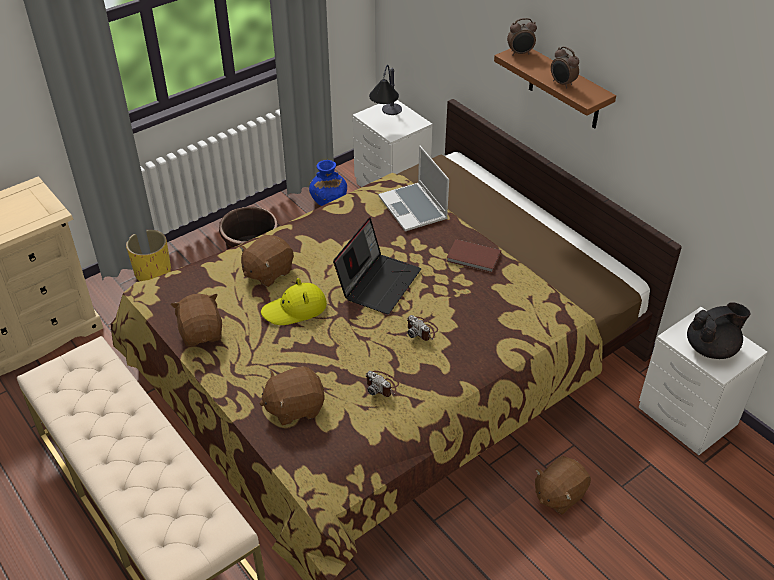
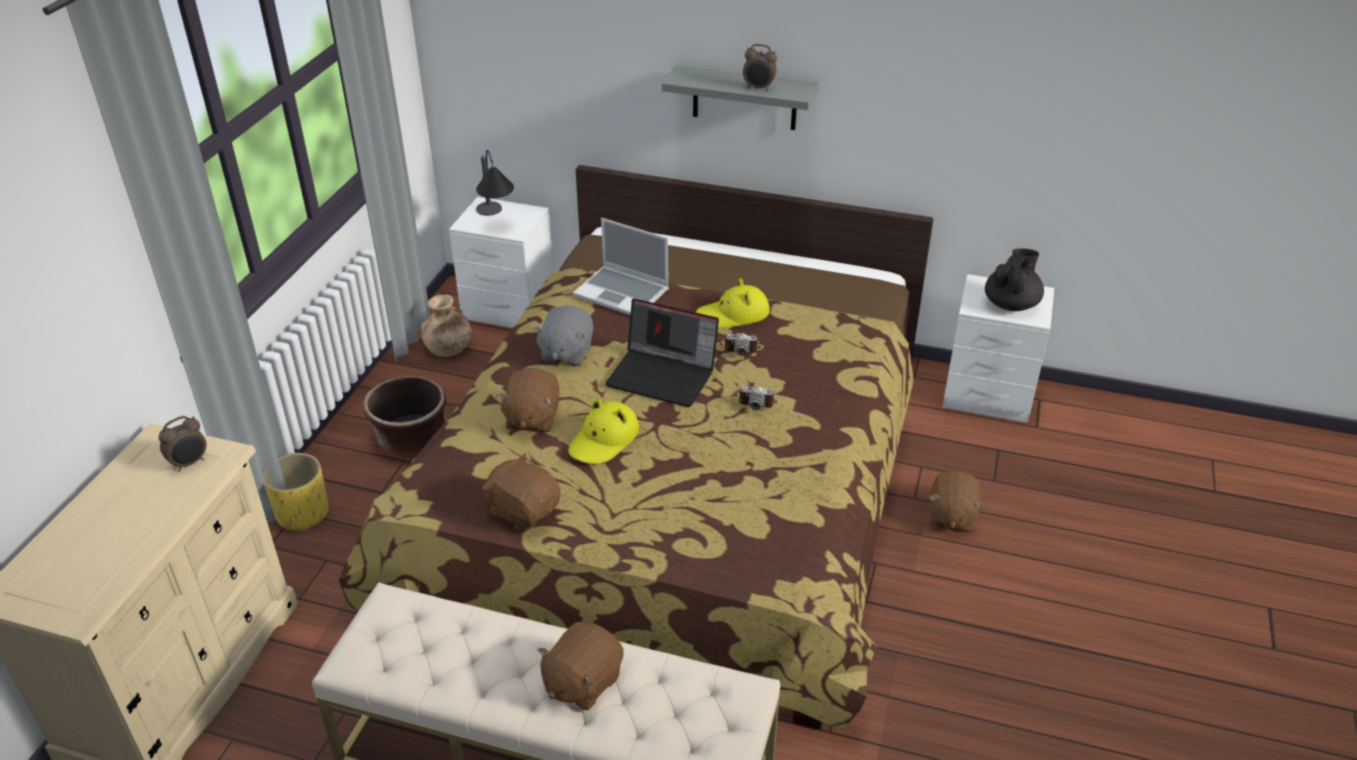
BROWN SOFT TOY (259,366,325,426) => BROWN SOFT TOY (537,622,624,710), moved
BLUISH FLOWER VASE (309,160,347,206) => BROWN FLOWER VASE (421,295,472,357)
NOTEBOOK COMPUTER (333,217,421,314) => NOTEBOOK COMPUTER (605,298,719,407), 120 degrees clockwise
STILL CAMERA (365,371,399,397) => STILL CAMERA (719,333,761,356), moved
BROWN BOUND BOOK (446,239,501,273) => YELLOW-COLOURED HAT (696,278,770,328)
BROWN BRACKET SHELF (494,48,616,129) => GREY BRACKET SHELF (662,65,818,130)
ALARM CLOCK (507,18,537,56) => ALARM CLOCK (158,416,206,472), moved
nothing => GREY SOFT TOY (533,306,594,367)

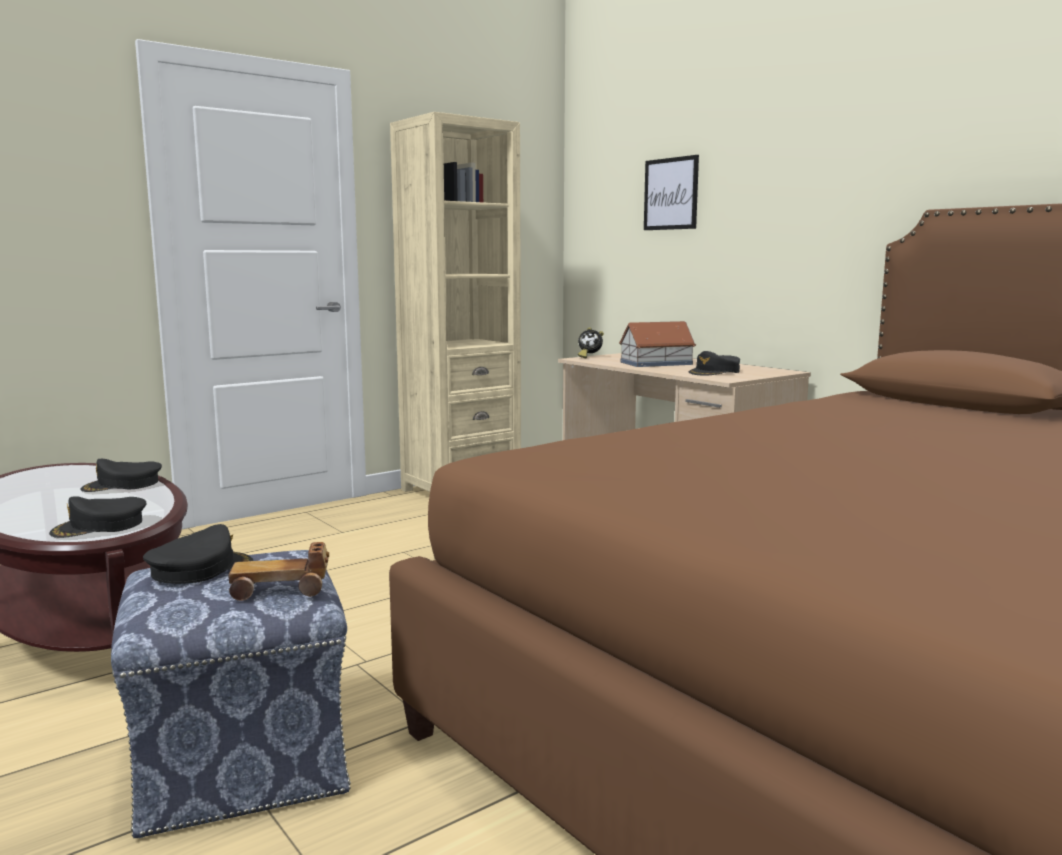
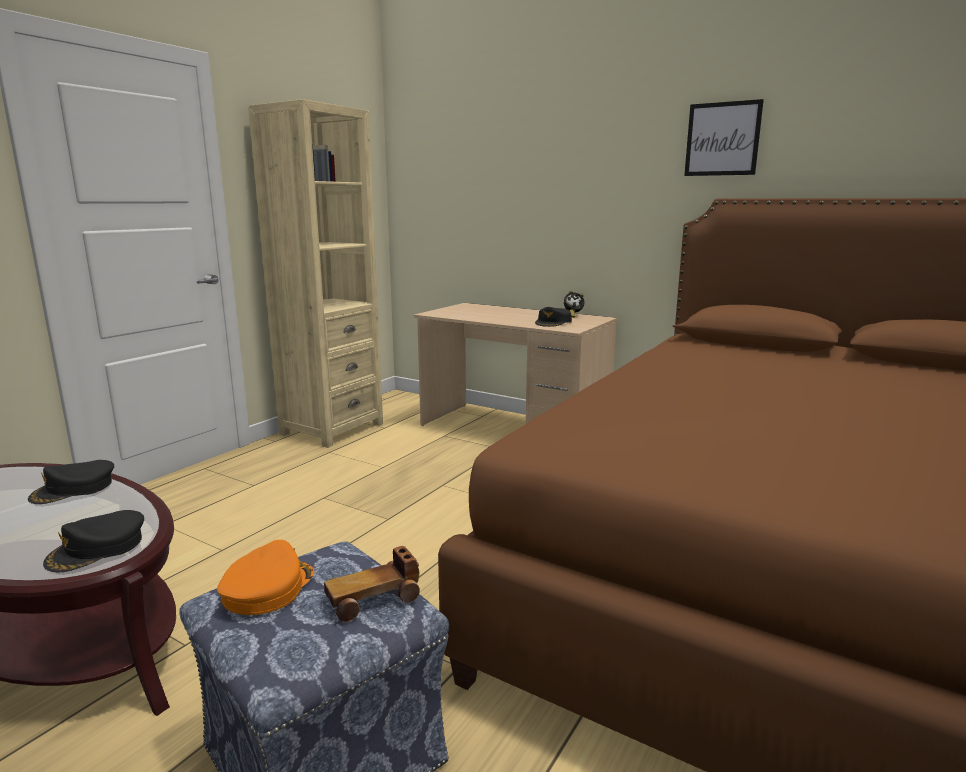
BLACK-COLOURED CAP (143,524,253,584) => ORANGE-COLOURED CAP (217,540,314,615)
ALARM CLOCK (578,327,604,358) => ALARM CLOCK (564,290,584,318), moved
MINIATURE HOUSE (619,321,696,367) => nothing
WALL ART (644,155,699,230) => WALL ART (684,99,764,176), moved

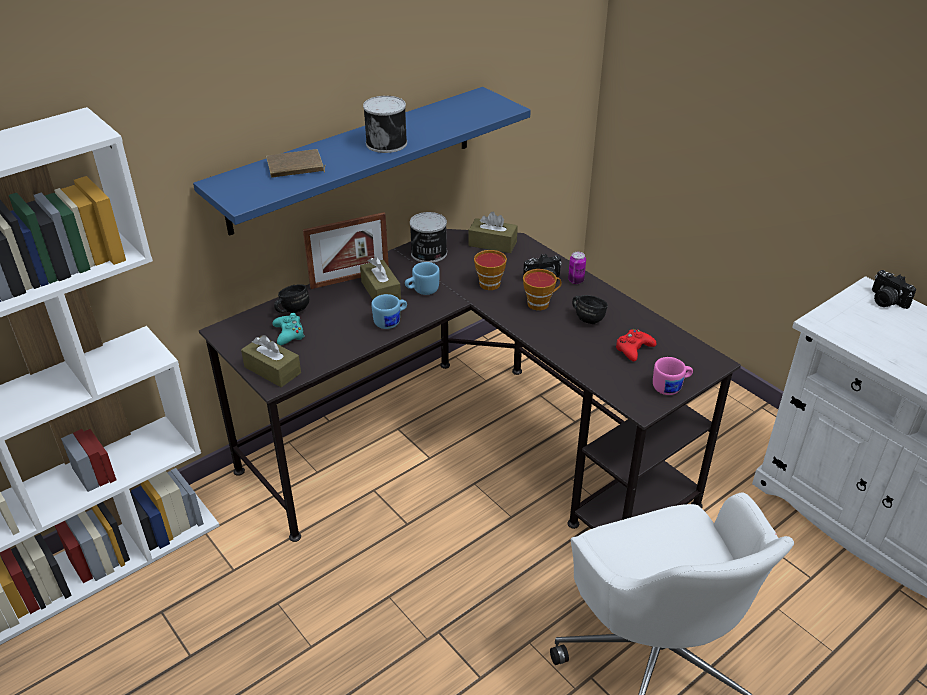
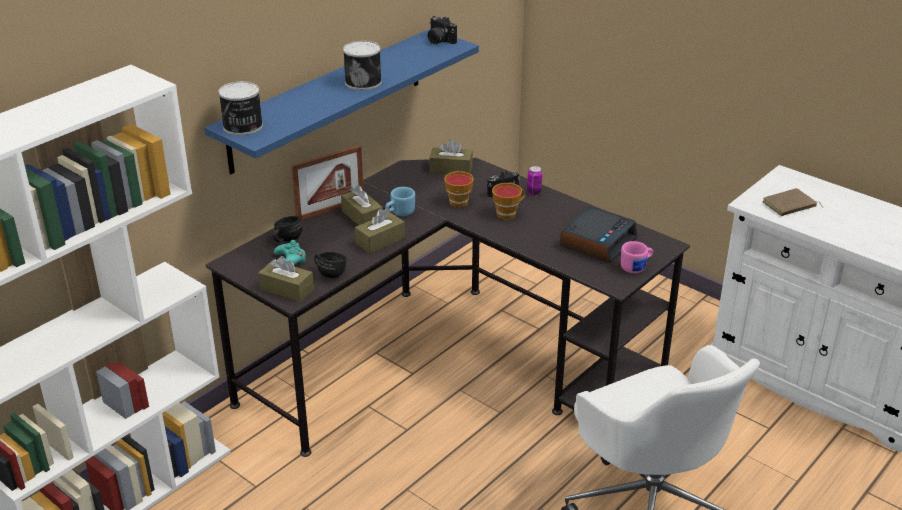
BROWN BOUND BOOK (266,149,326,178) => BROWN BOUND BOOK (762,188,823,216), moved
BLUISH MUG (371,294,407,329) => BROWN TISSUE BOX (355,208,405,253)
METAL CAN (410,212,447,263) => METAL CAN (218,81,263,135), moved
BLACK-COLOURED MUG (572,295,608,324) => BLACK-COLOURED MUG (314,252,347,278), moved
RED-COLOURED JOYPAD (616,329,656,361) => ALARM CLOCK (560,206,637,263)
STILL CAMERA (872,270,916,309) => STILL CAMERA (428,16,457,44), moved

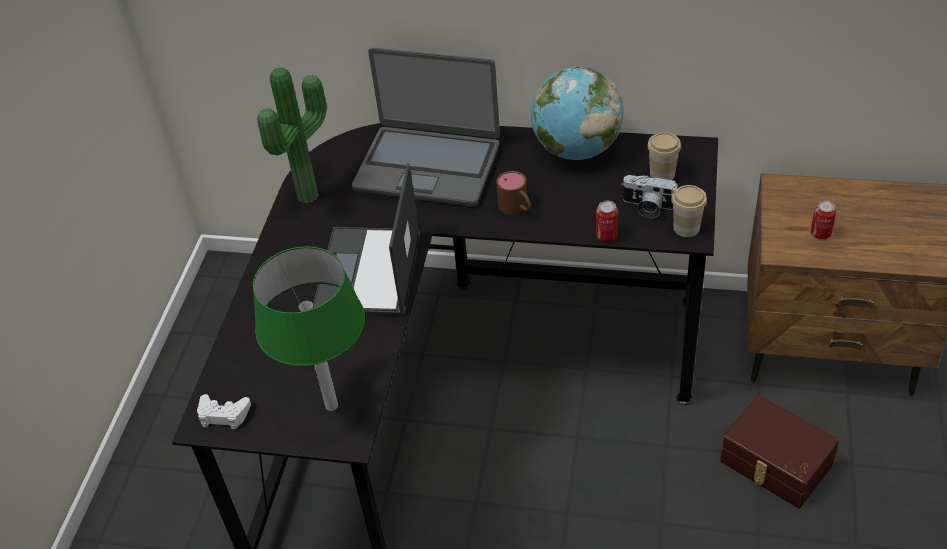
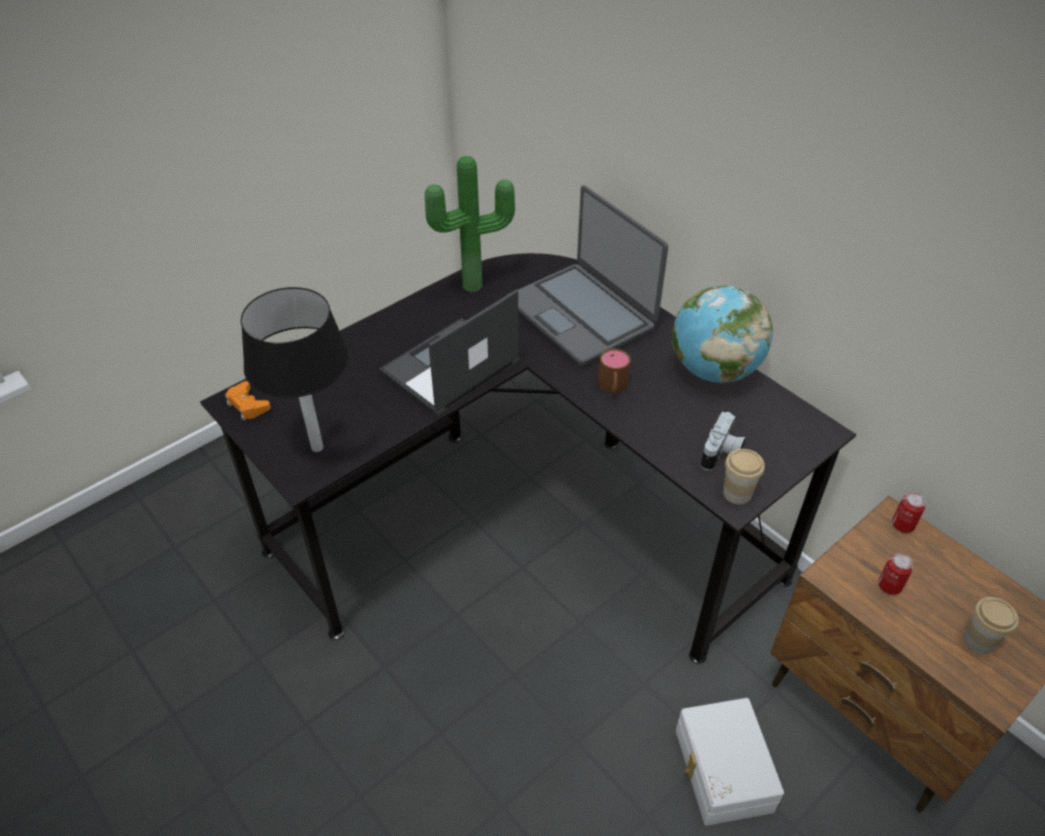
WHITE-COLOURED JOYPAD (197,394,251,430) => ORANGE-COLOURED JOYPAD (225,381,271,421)
GREEN TABLETOP LAMP (253,246,365,411) => BLACK-COLOURED TABLETOP LAMP (241,287,349,452)
METAL CAN (596,201,618,241) => METAL CAN (892,492,926,533), moved
STILL CAMERA (621,175,677,218) => STILL CAMERA (701,412,746,471), 120 degrees counterclockwise
DRINKING CUP (647,132,681,180) => DRINKING CUP (963,597,1019,654), moved
BROWN STORAGE BIN (720,395,839,508) => WHITE-COLOURED STORAGE BIN (676,698,784,826)

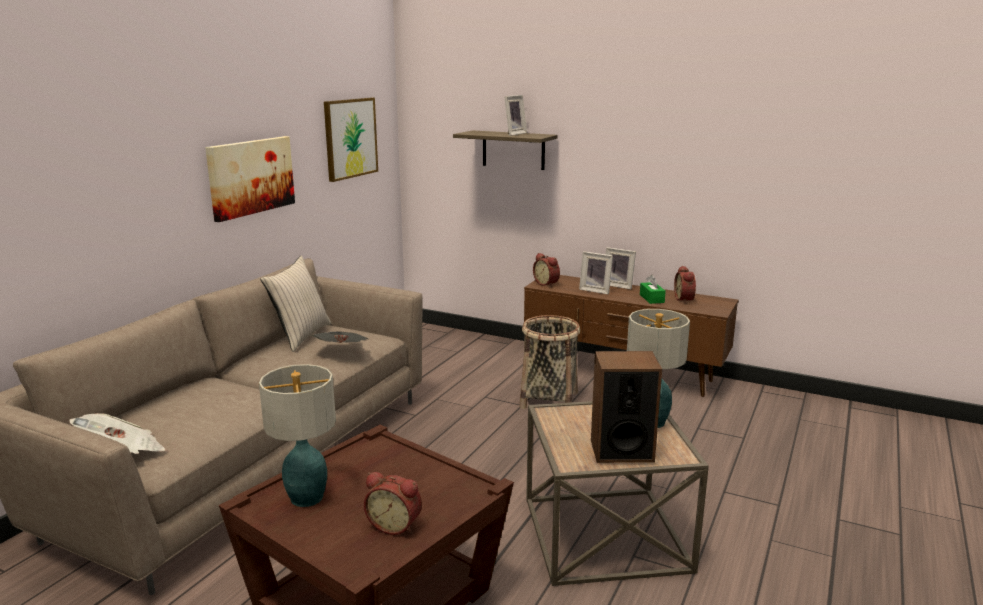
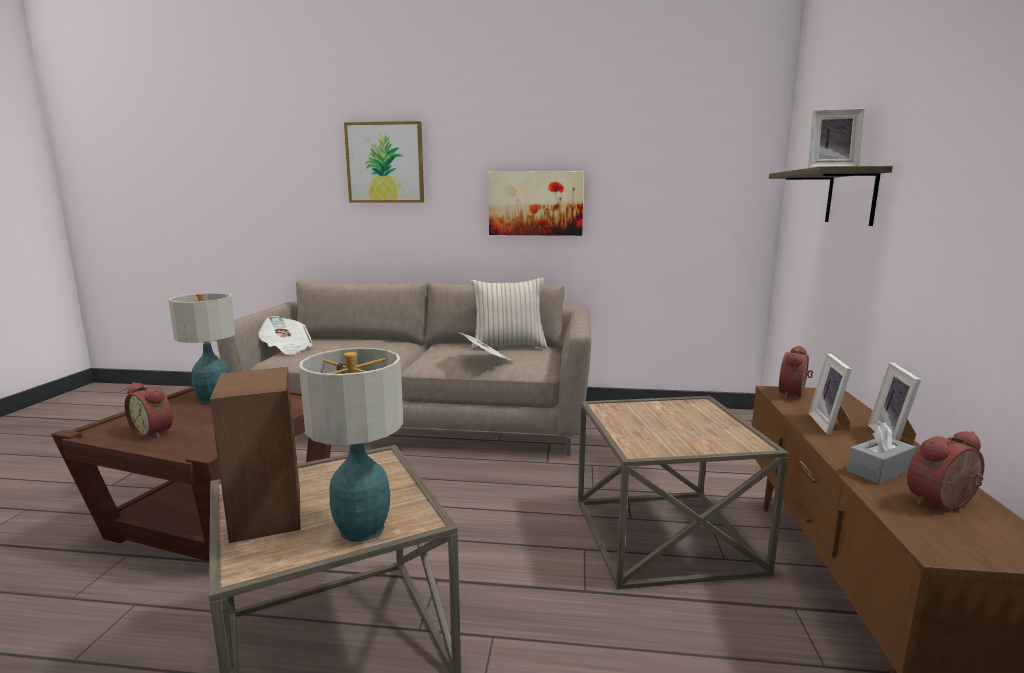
WALL ART (324,98,378,182) => WALL ART (344,121,424,202), moved
ALARM CLOCK (364,472,422,535) => ALARM CLOCK (125,382,173,438), 60 degrees counterclockwise
BASKET (519,315,580,409) => BROWN END TABLE (578,396,788,589)
GREEN TISSUE BOX (640,275,666,304) => GREY TISSUE BOX (847,422,916,484)

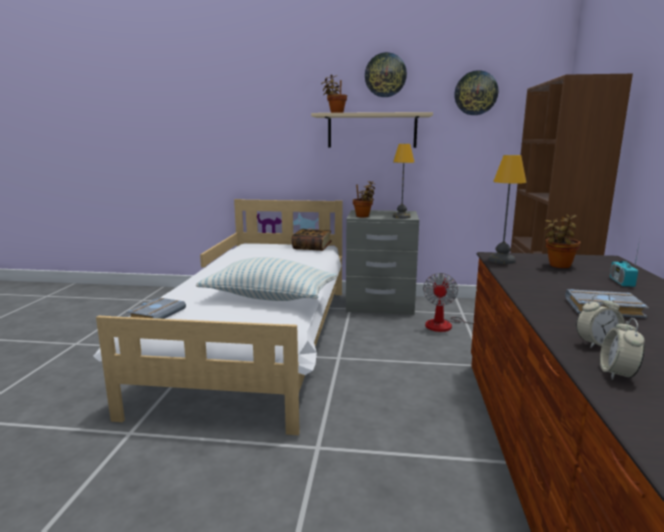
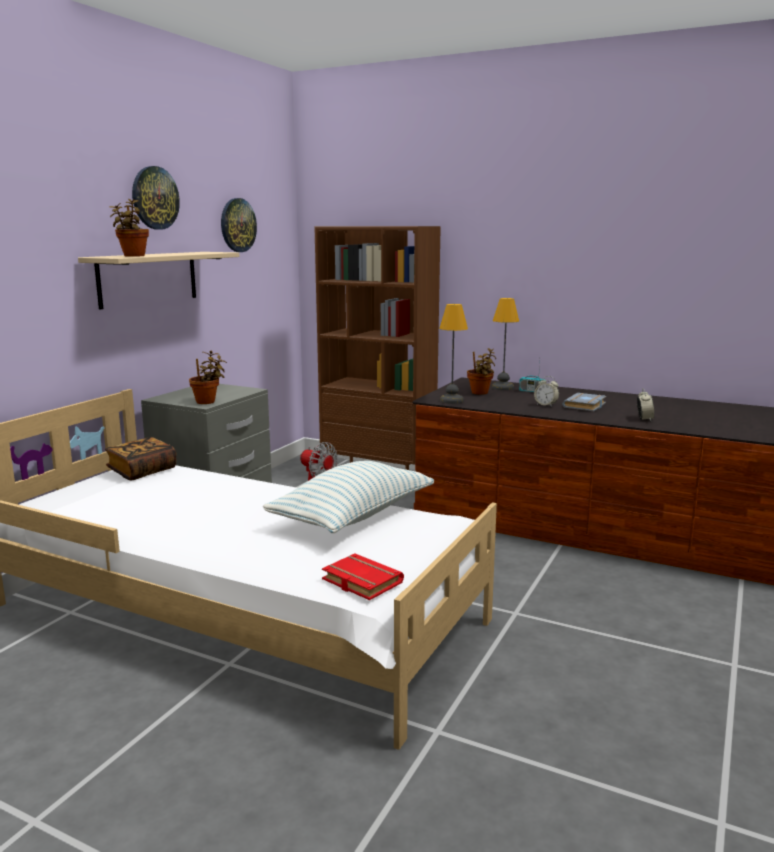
GREY BOUND BOOK (126,297,186,319) => RED-COLOURED BOUND BOOK (322,553,404,600)
TABLETOP LAMP (393,144,414,219) => TABLETOP LAMP (492,298,519,390), moved
ALARM CLOCK (600,318,645,380) => ALARM CLOCK (534,376,559,407), moved

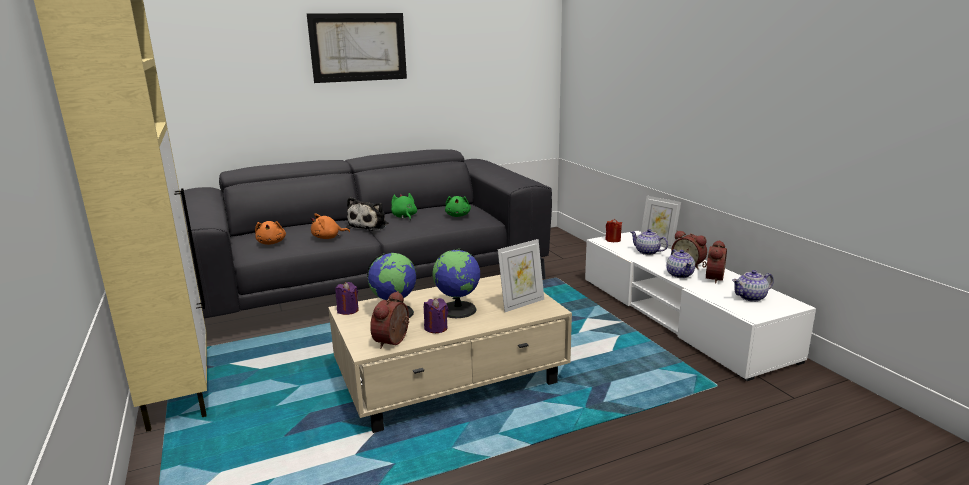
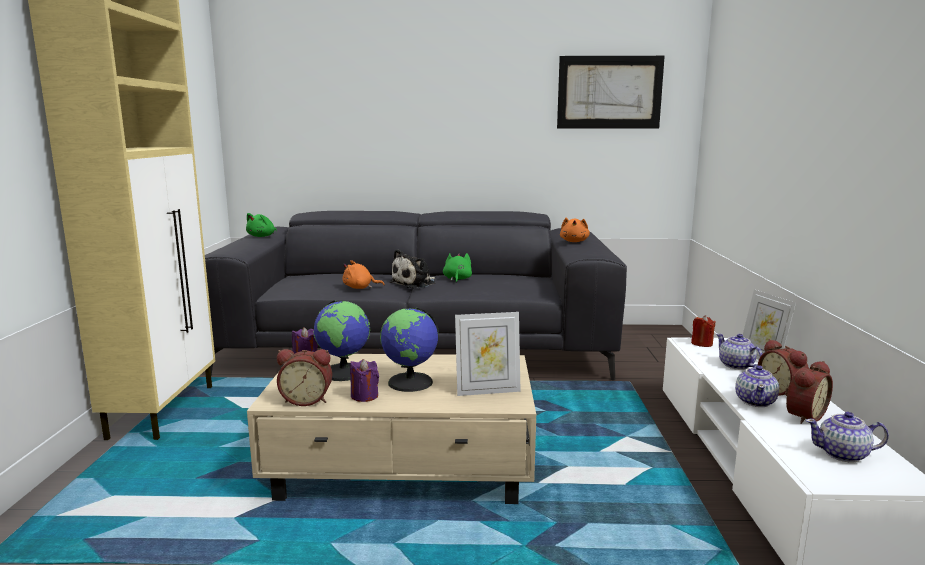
ORANGE-COLOURED SOFT TOY (255,221,286,245) => ORANGE-COLOURED SOFT TOY (560,217,590,242), moved
WALL ART (307,13,407,83) => WALL ART (557,56,665,128), moved
ALARM CLOCK (370,291,409,349) => ALARM CLOCK (277,349,332,406), 135 degrees counterclockwise
GREEN SOFT TOY (445,196,471,217) => GREEN SOFT TOY (246,213,277,237), moved

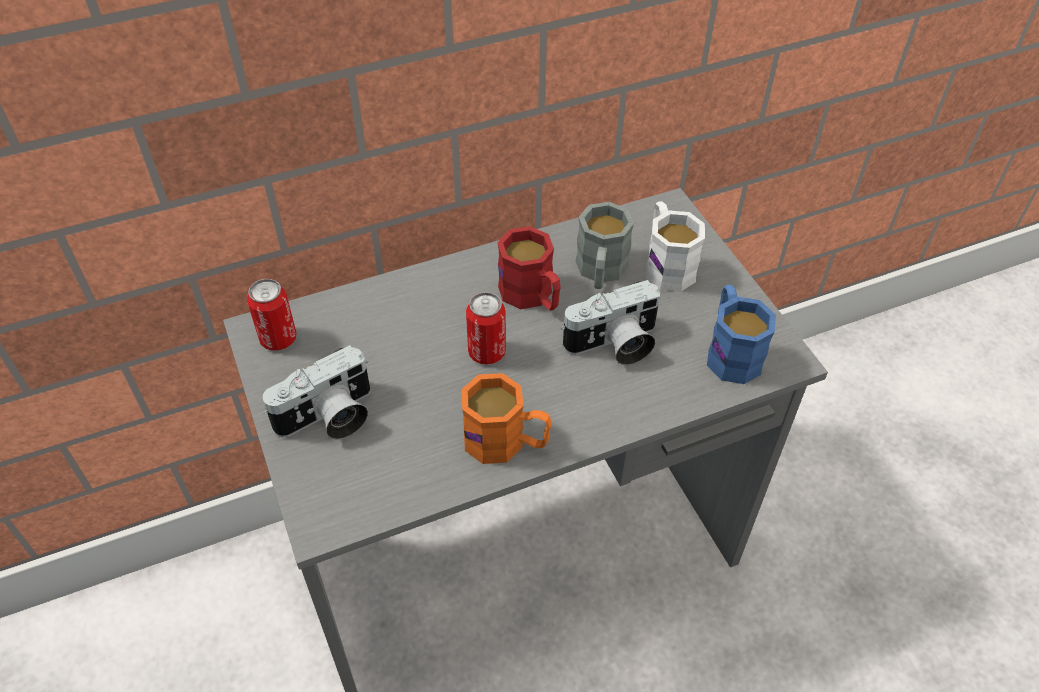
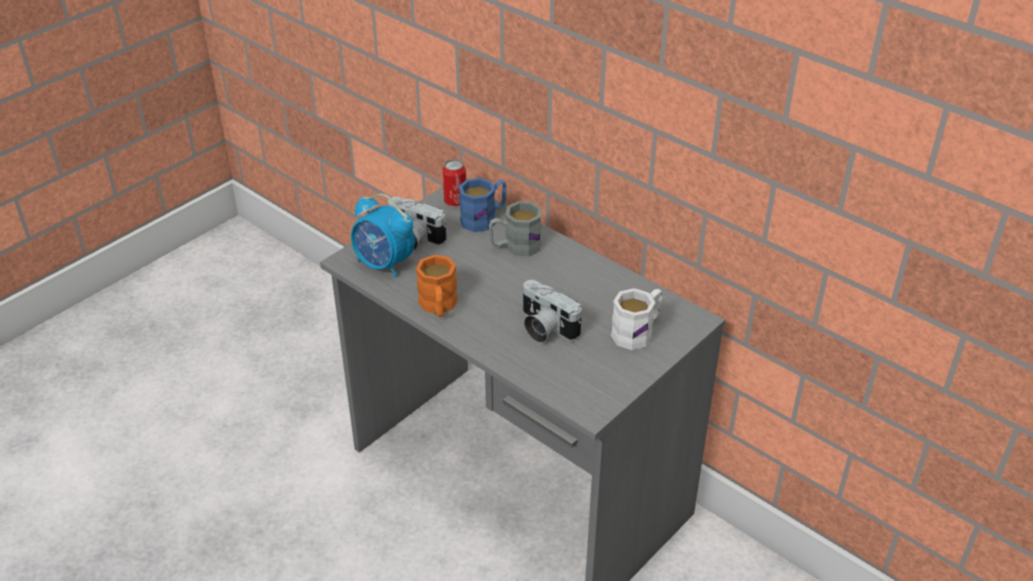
METAL CAN (466,292,506,365) => nothing
RED-COLOURED MUG (497,226,561,311) => nothing
GREY MUG (575,202,634,289) => GREY MUG (489,201,542,256), moved
BLUISH MUG (707,285,776,384) => BLUISH MUG (459,178,507,232), moved
nothing => ALARM CLOCK (351,194,415,278)

